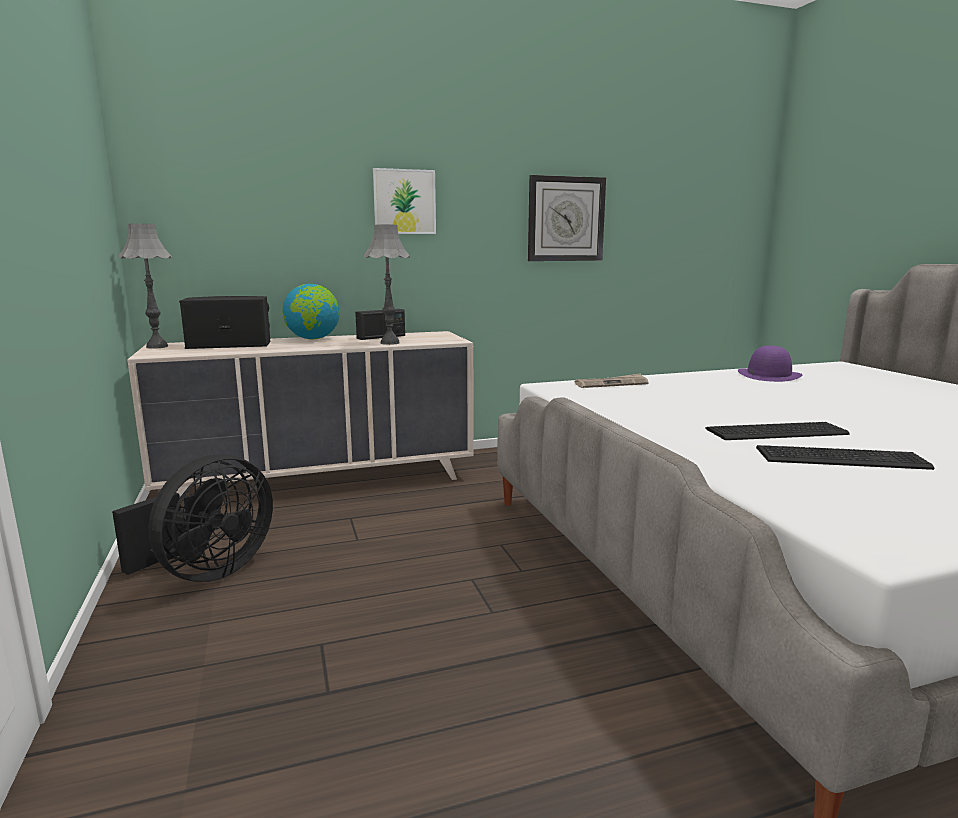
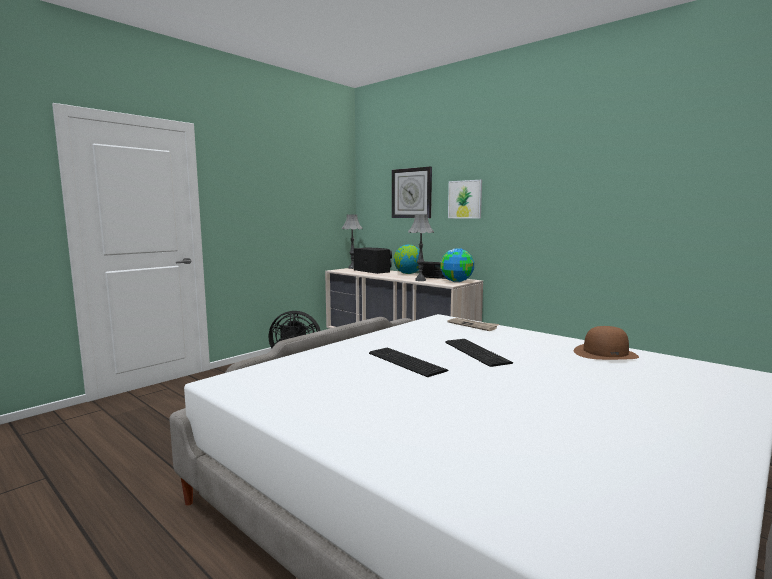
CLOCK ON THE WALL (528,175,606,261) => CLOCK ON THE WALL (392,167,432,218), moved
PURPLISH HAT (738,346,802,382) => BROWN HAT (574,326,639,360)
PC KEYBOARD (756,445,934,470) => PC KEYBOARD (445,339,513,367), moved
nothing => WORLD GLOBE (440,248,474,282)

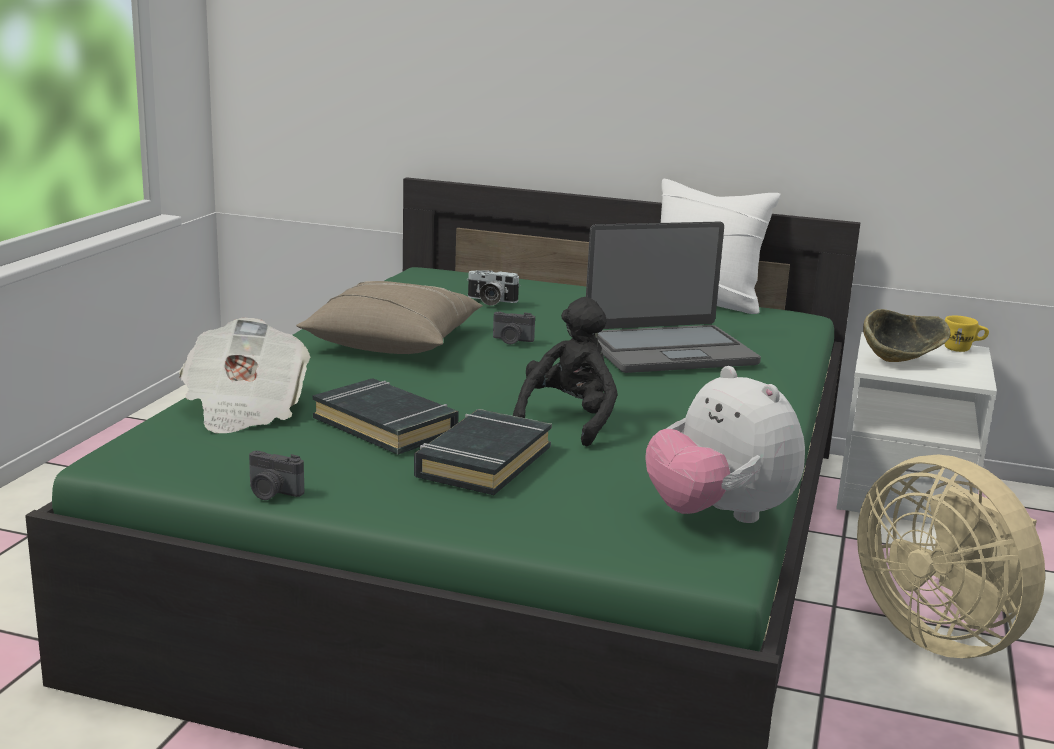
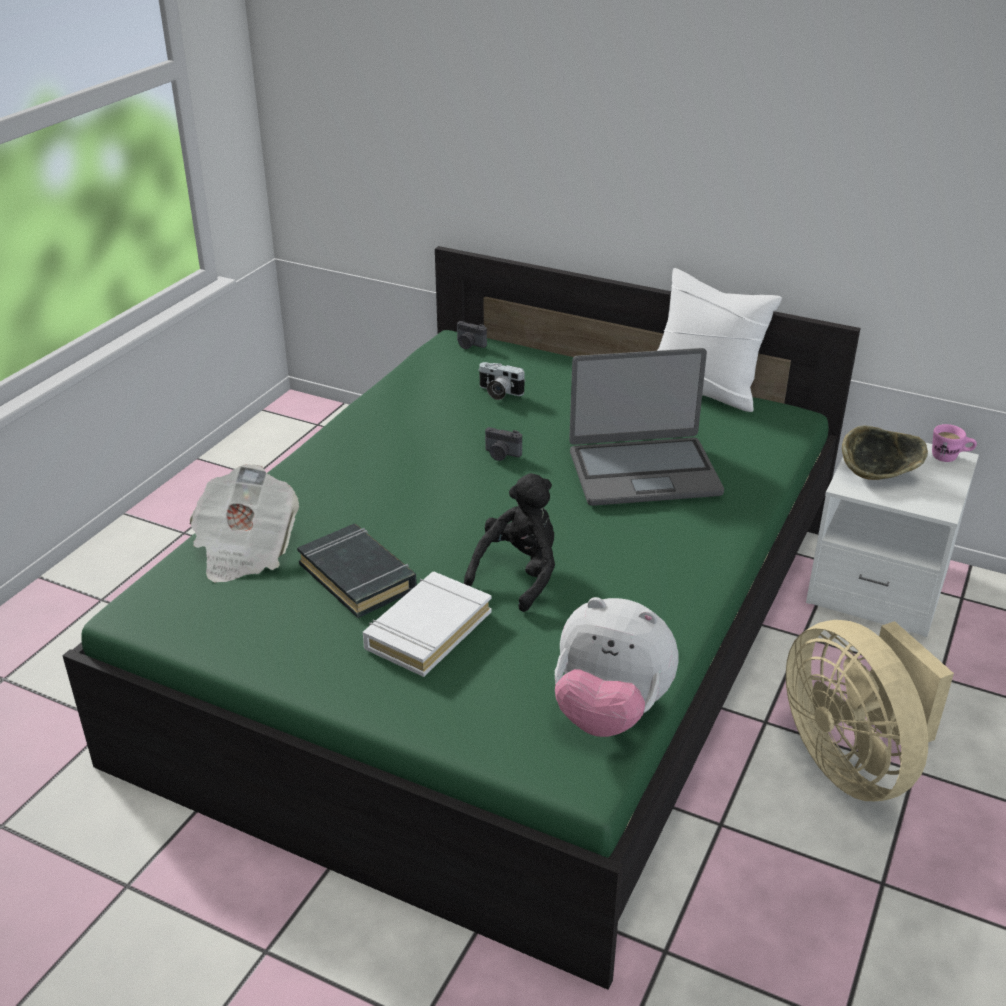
STILL CAMERA (249,451,304,500) => STILL CAMERA (457,321,487,349), moved
SAND-COLOURED PILLOW (296,281,483,354) => nothing
BLACK-COLOURED BOUND BOOK (414,409,552,495) => WHITE-COLOURED BOUND BOOK (363,572,492,677)
SOFT TOY (645,366,805,523) => SOFT TOY (555,597,679,737), 45 degrees counterclockwise
YELLOW-COLOURED MUG (945,316,989,352) => PINK-COLOURED MUG (932,424,977,462)

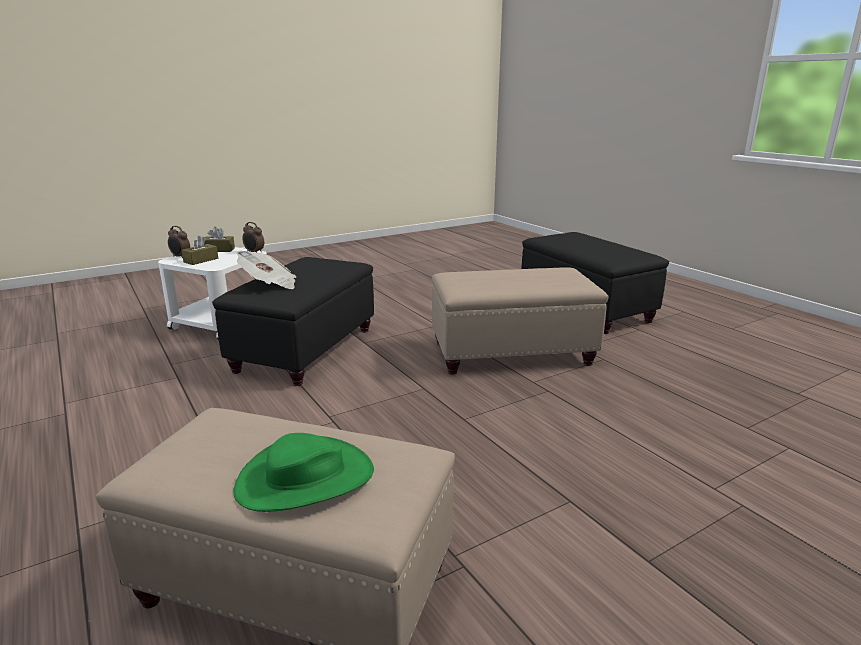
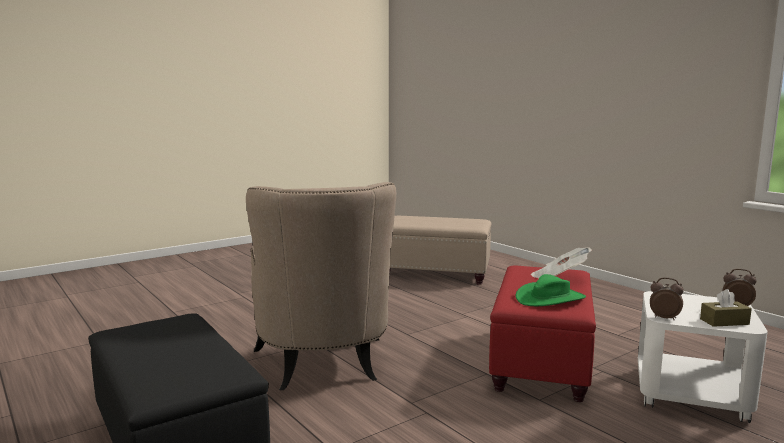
BROWN TISSUE BOX (182,236,218,265) => nothing
BLACK-COLOURED POUFFE (212,257,374,386) => RED-COLOURED POUFFE (489,266,596,402)
GREEN HAT (233,433,374,512) => GREEN HAT (516,274,586,306), moved
SAND-COLOURED POUFFE (432,267,609,375) => SAND-COLOURED EASY CHAIR (246,182,396,390)

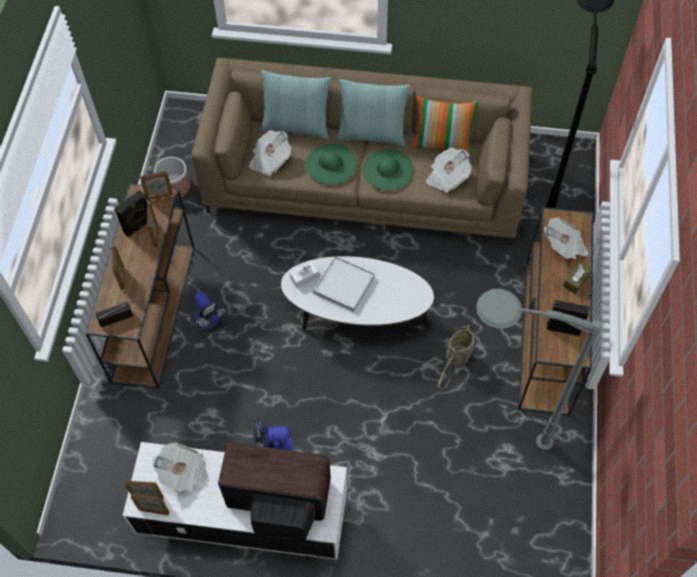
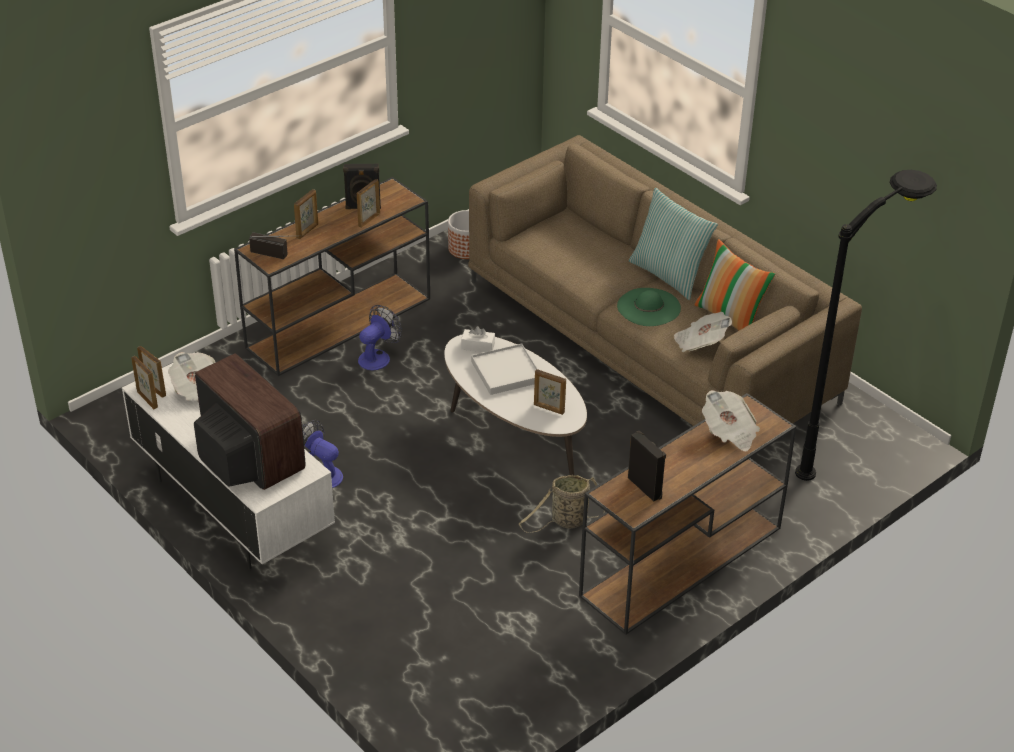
STANDING FRAME (140,171,173,200) => STANDING FRAME (534,369,566,415), moved
COOLING FAN (194,291,228,329) => COOLING FAN (358,305,402,371), 150 degrees counterclockwise
PRINTED PAPER (249,130,291,176) => nothing
PILLOW (261,70,331,139) => nothing
GREEN HAT (306,143,356,185) => nothing
GREY STANDING LAMP (476,289,602,450) => nothing
BROWN TISSUE BOX (563,262,592,294) => nothing

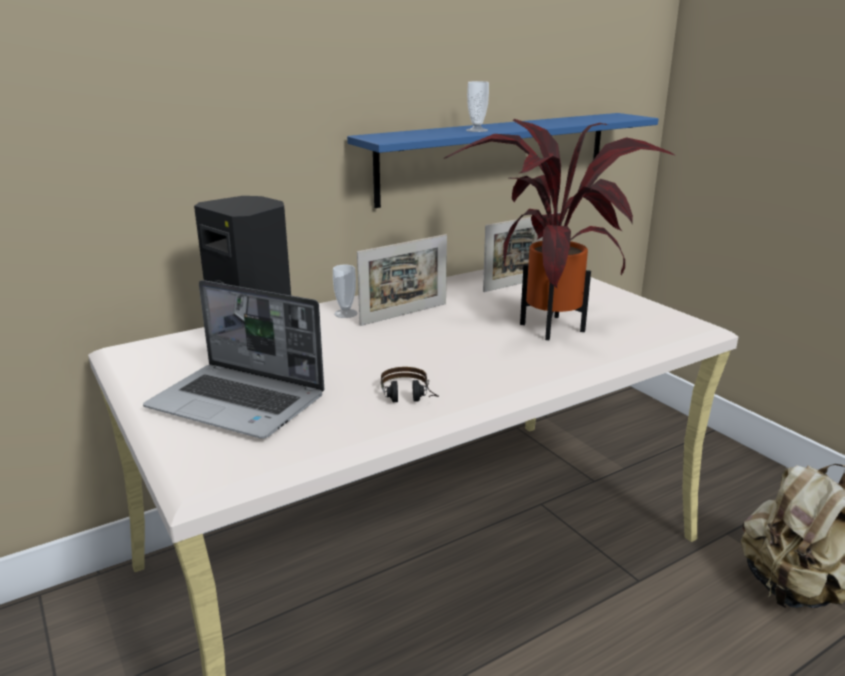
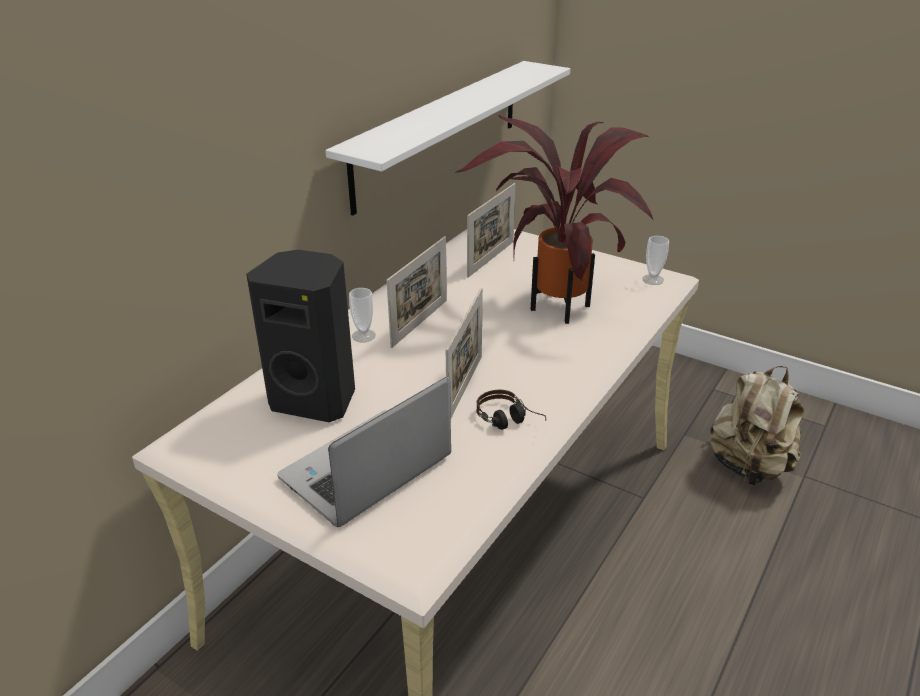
NOTEBOOK COMPUTER (143,280,324,439) => NOTEBOOK COMPUTER (277,377,451,527), 135 degrees clockwise
BLUISH BRACKET SHELF (347,113,658,208) => WHITE-COLOURED BRACKET SHELF (325,61,570,215)
DRINKING CUP (466,81,489,132) => DRINKING CUP (642,236,669,285), moved
nothing => STANDING FRAME (446,288,483,418)

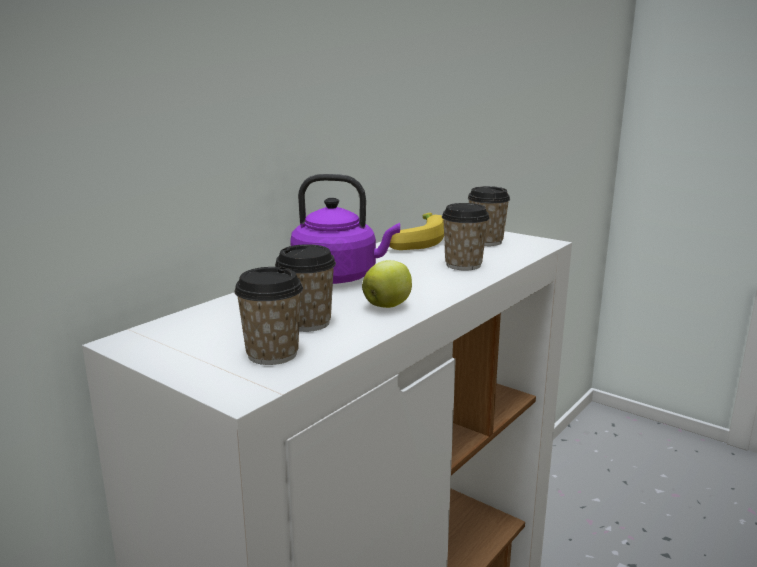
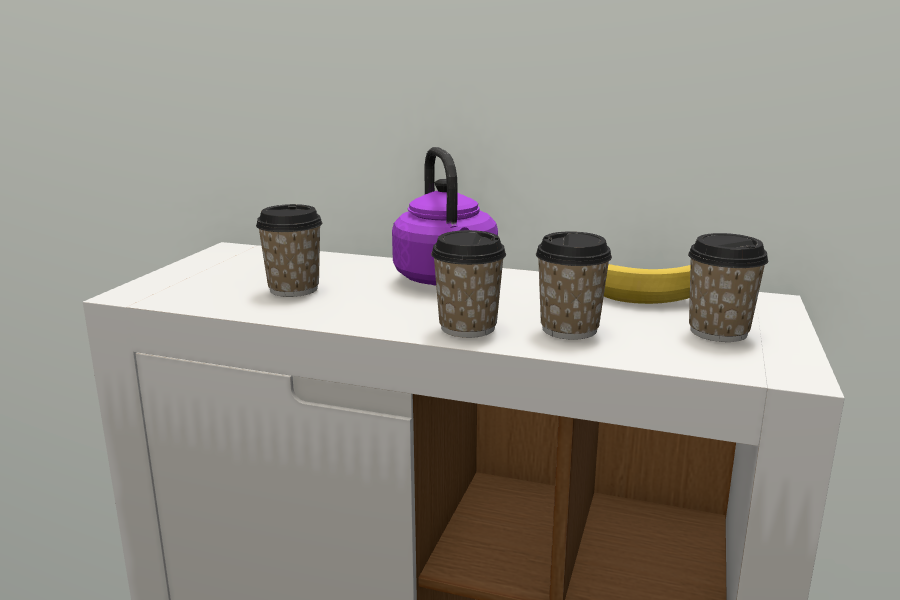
DRINKING CUP (234,267,303,365) => DRINKING CUP (431,230,506,338), moved
APPLE (362,260,412,308) => nothing

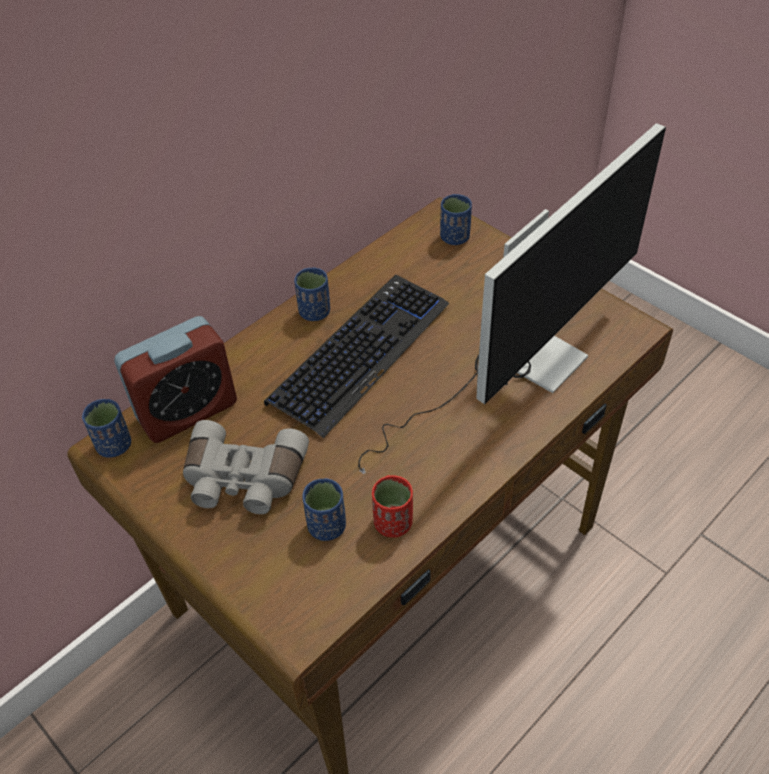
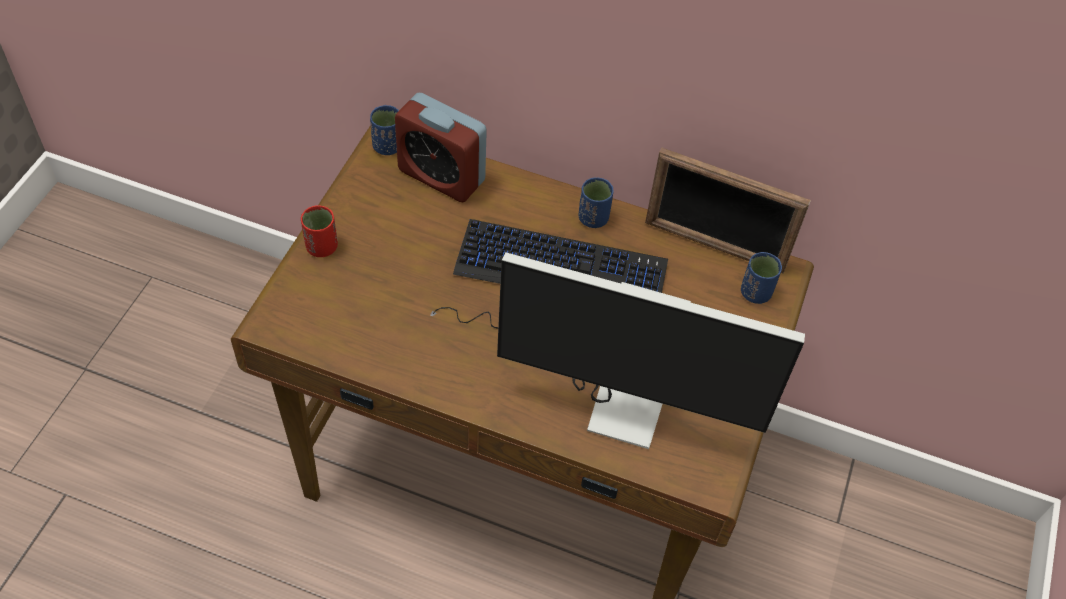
GREY BINOCULARS (183,420,309,514) => nothing
BLUISH DRINKING CUP (303,478,346,541) => nothing
RED-COLOURED DRINKING CUP (372,475,413,538) => RED-COLOURED DRINKING CUP (301,205,338,257), moved
nothing => STANDING FRAME (645,148,811,274)

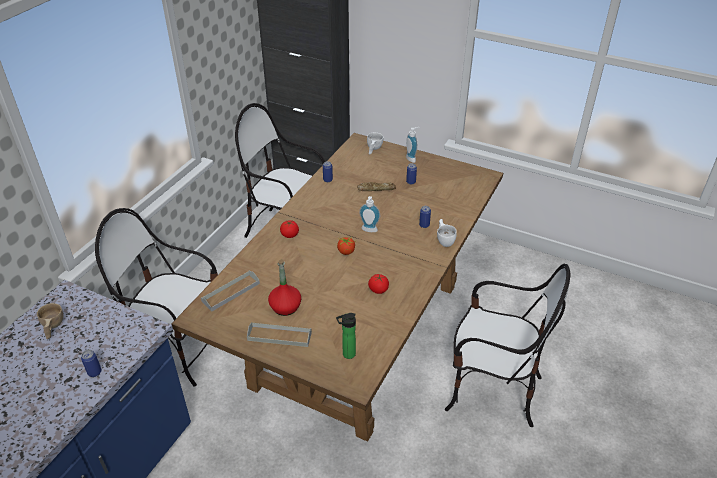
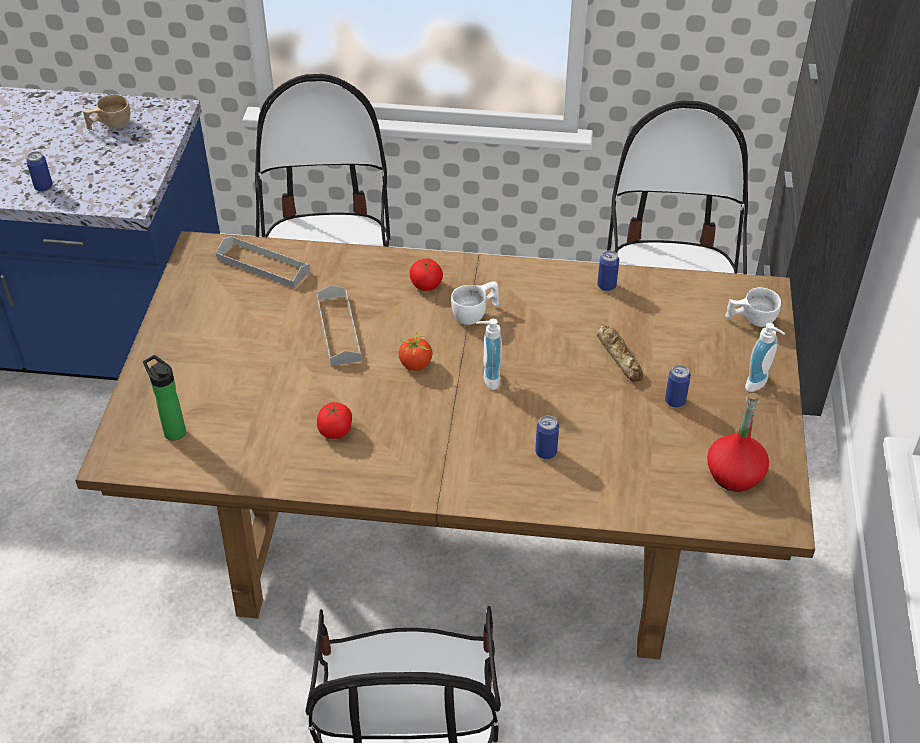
GREY SERVING TRAY (247,322,312,347) => GREY SERVING TRAY (316,285,362,366), moved
RED-COLOURED DRINK BOTTLE (268,260,301,316) => RED-COLOURED DRINK BOTTLE (707,393,769,492), moved
WHITE-COLOURED DRINKING CUP (437,219,457,247) => WHITE-COLOURED DRINKING CUP (451,281,499,325), moved

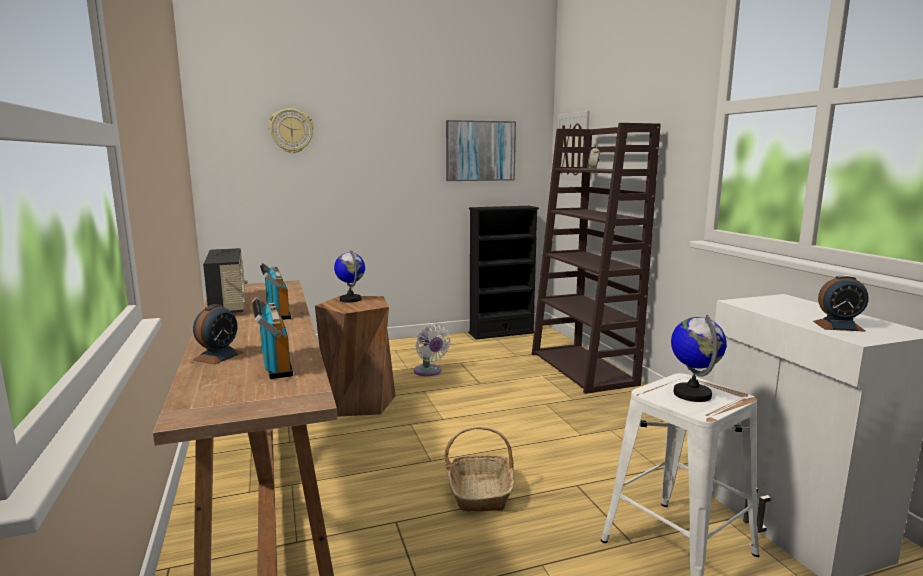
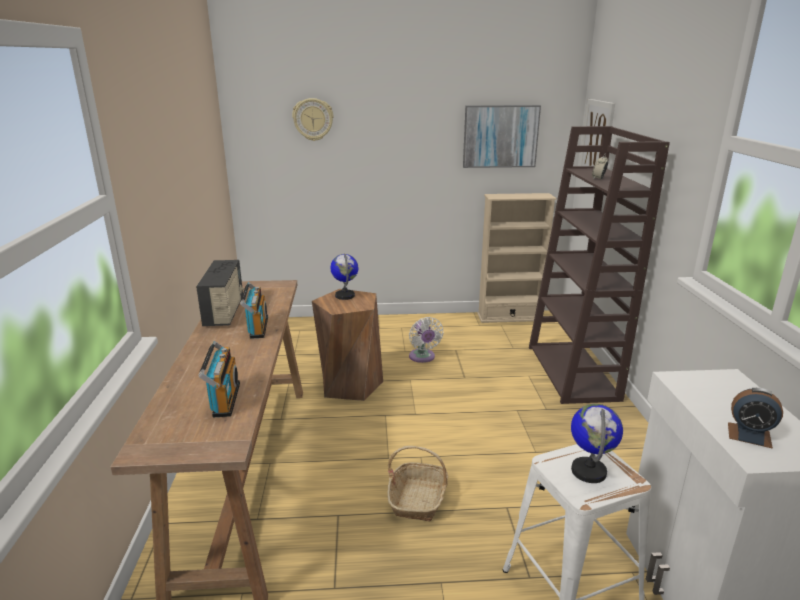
ALARM CLOCK (193,304,243,364) => nothing
BLACK-COLOURED BOOKSHELF (469,206,539,339) => SAND-COLOURED BOOKSHELF (477,193,557,323)

